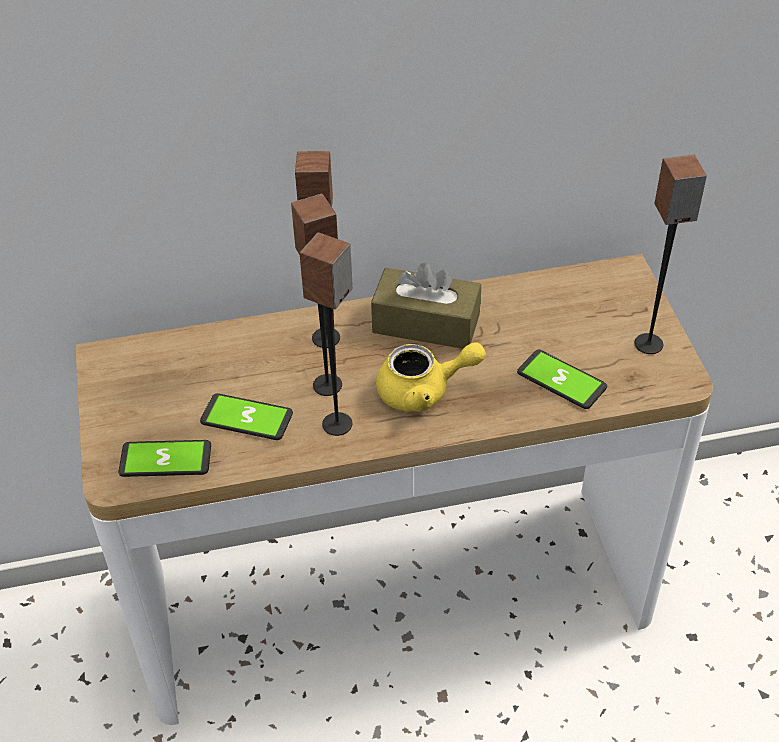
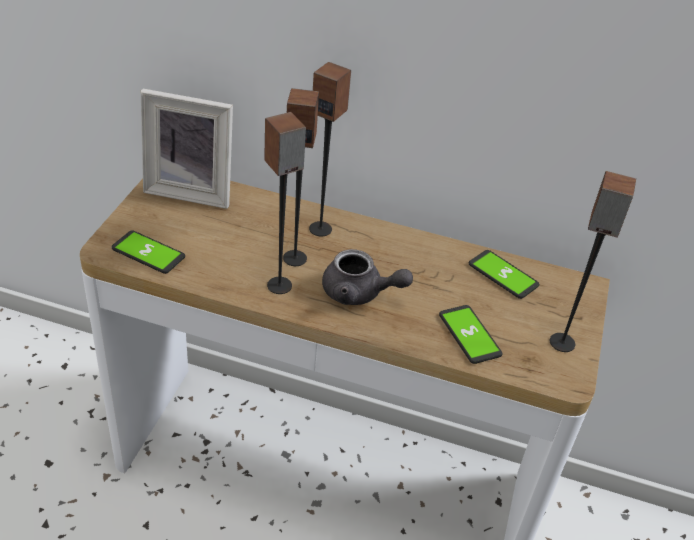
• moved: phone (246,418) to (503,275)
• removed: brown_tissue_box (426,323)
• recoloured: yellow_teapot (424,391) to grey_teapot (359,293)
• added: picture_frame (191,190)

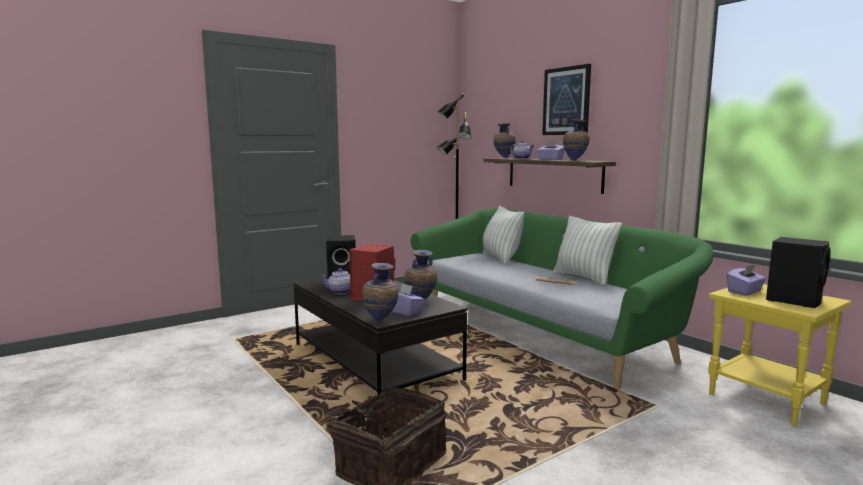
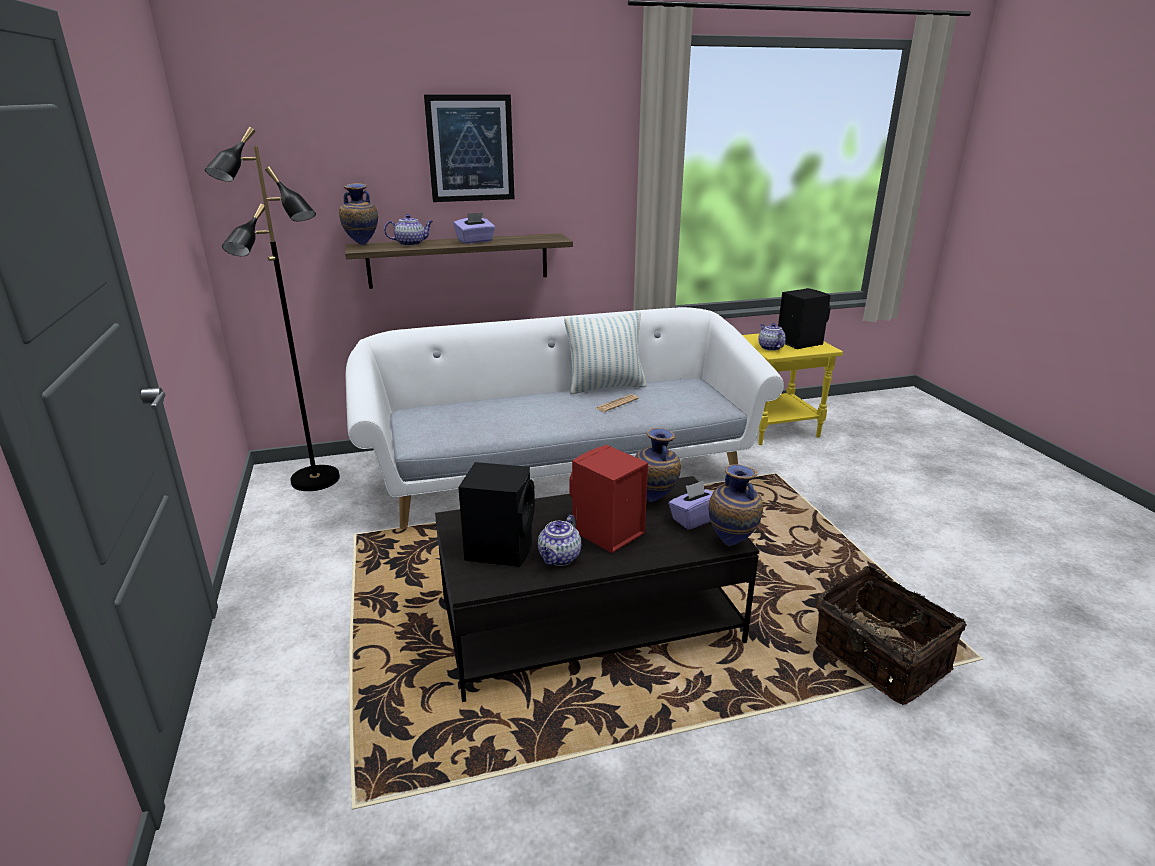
• recoloured: green_sofa (539,331) to white_sofa (563,472)
• removed: pillow (501,258)
• removed: vase (575,160)
• replaced: purple_tissue_box (744,292) to teapot (770,347)

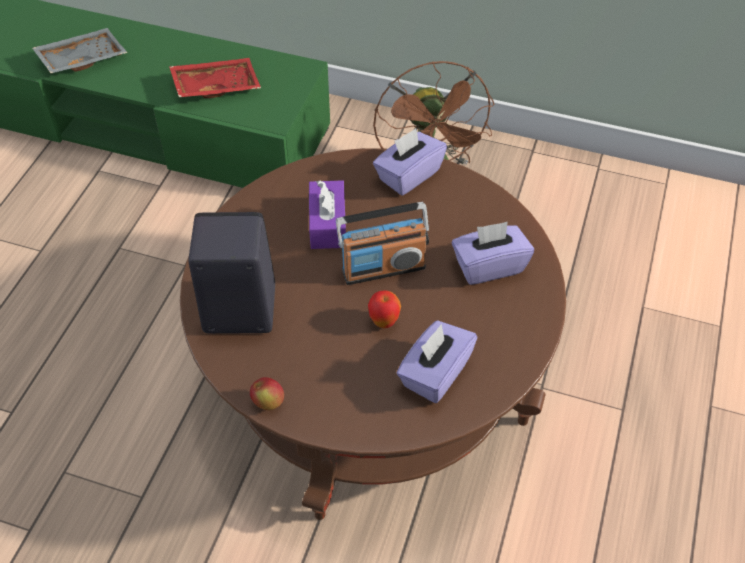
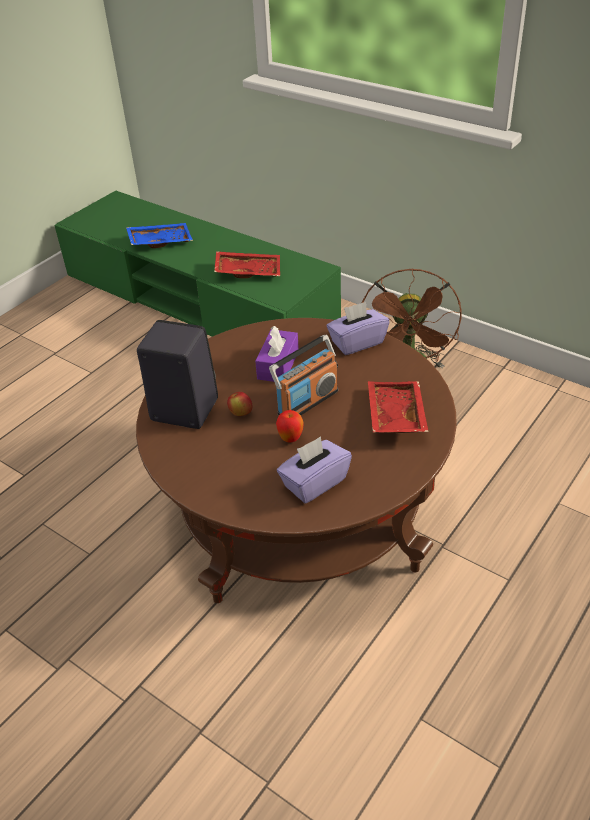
• recoloured: grey_tray (82,59) to blue_tray (160,241)
• moved: apple (268,402) to (240,413)
• turned: radio (383,268) = (307,402) 45 degrees counterclockwise
• replaced: purple_tissue_box (489,266) to red_tray (394,416)

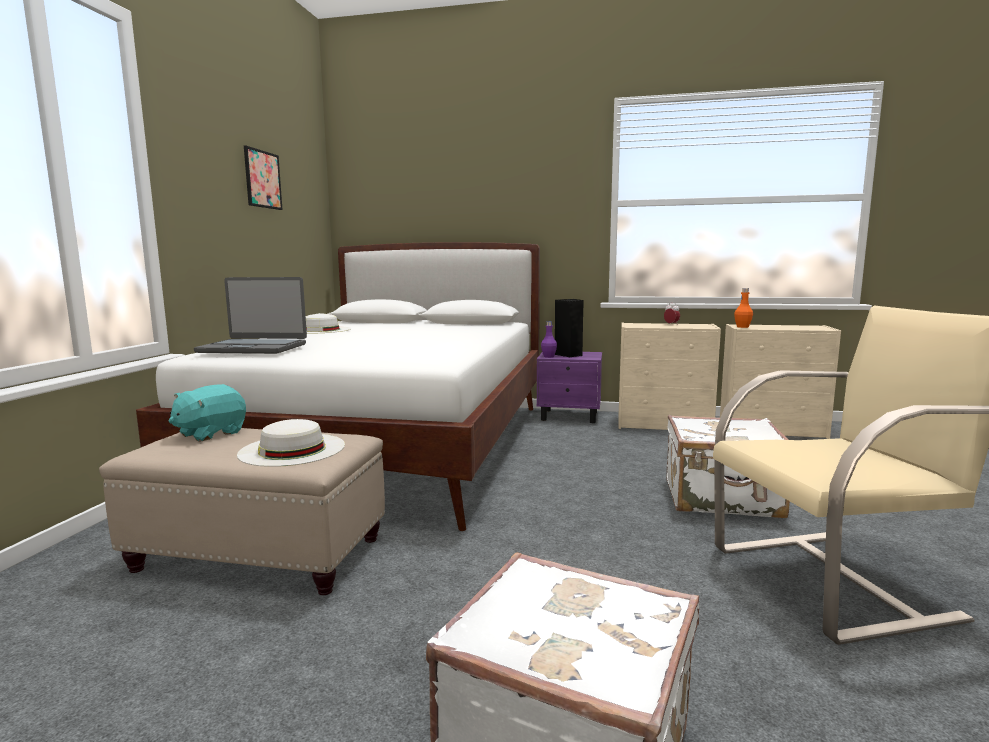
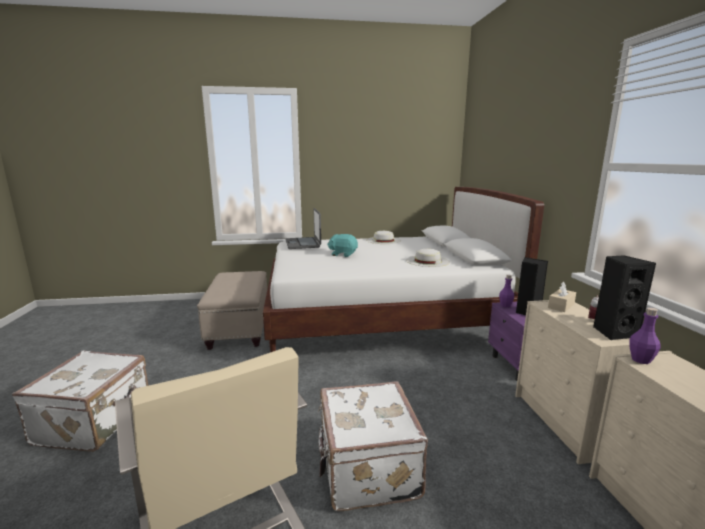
• moved: turquoise_plush_toy (210,433) to (343,254)
• moved: white_hat (292,449) to (427,261)
• removed: picture (262,179)
• recoloured: orange_bottle (742,327) to purple_bottle (640,360)
• added: beige_tissue_box (561,306)
• added: black_speaker (613,332)

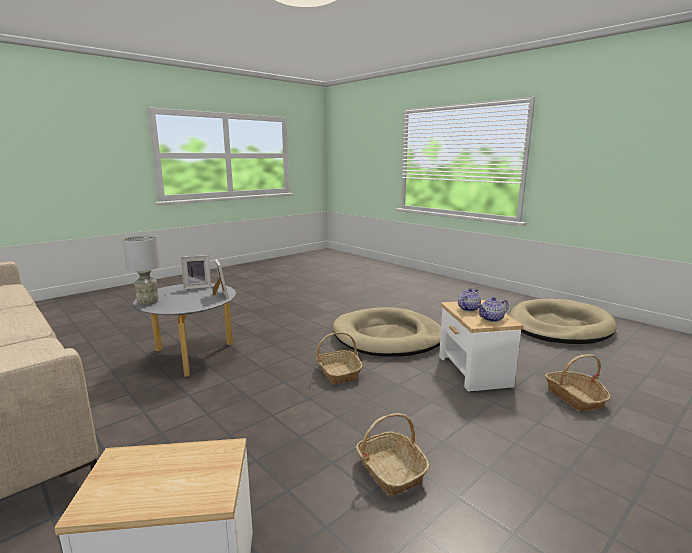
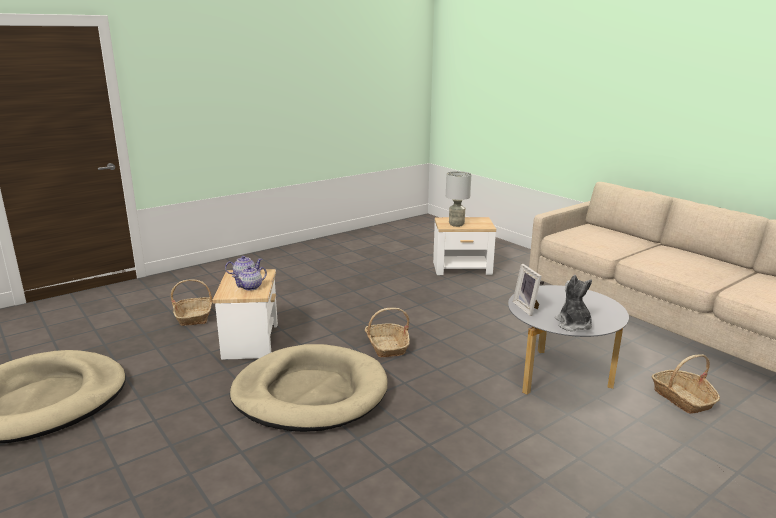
• moved: grey_table_lamp (148,302) to (456,224)
• replaced: picture_frame (197,286) to plush_toy (573,325)
• moved: basket (390,470) to (682,398)

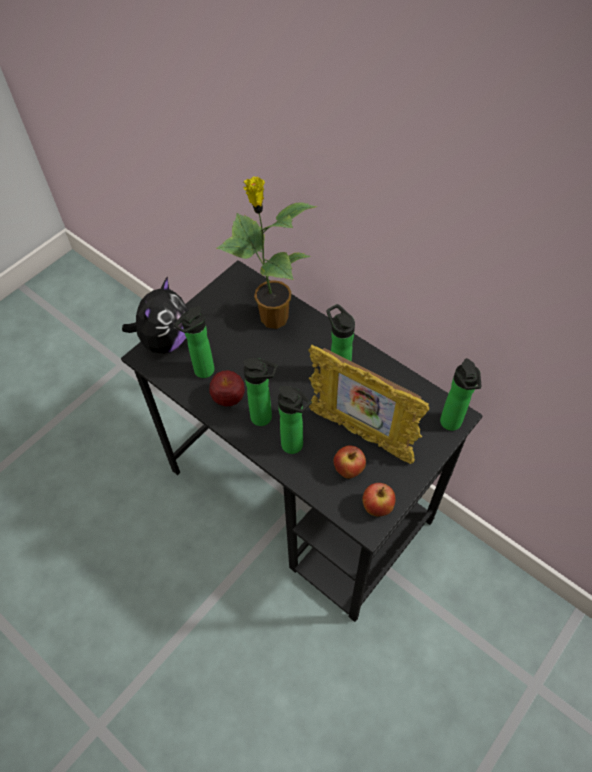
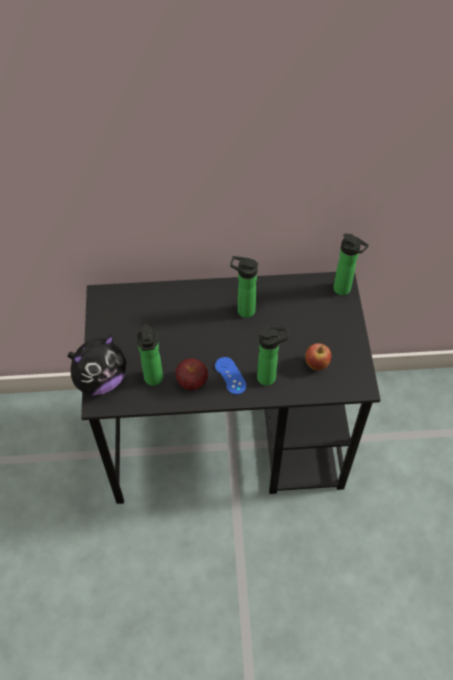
• turned: plush_toy (165,340) = (100,380) 75 degrees clockwise
• removed: potted_plant (272,317)
• replaced: bottle (264,418) to blue_game_controller (230,375)
• removed: picture_frame (360,434)
• removed: apple (377,507)

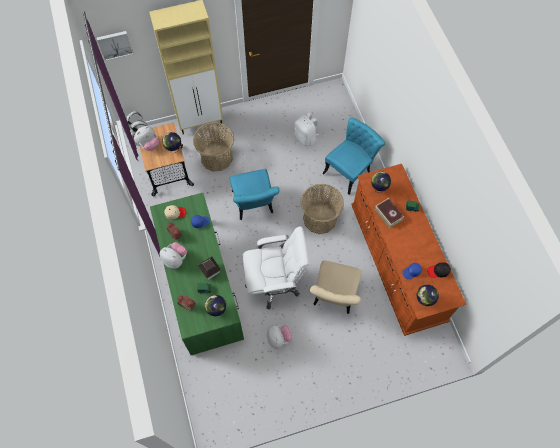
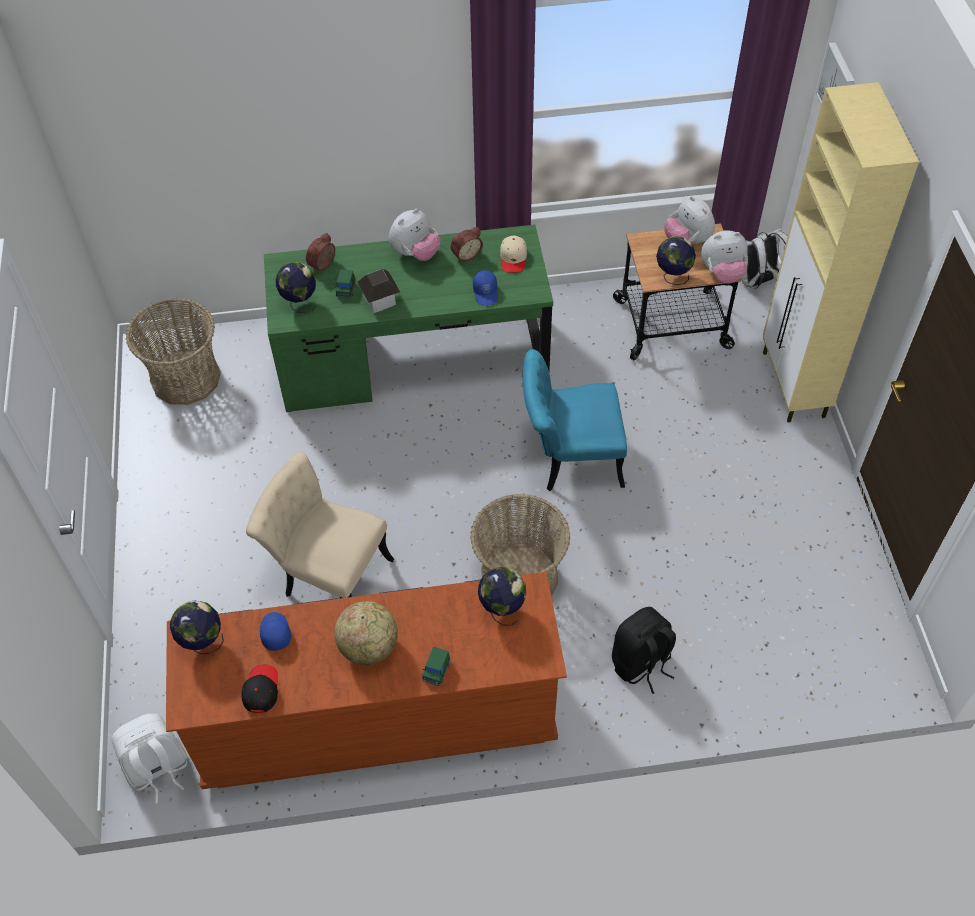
• moved: basket (216,157) to (185,377)
• removed: white_office_chair (274,282)
• moved: plush_toy (278,339) to (722,273)
• moved: white_backpack (306,138) to (157,769)
• replaced: turquoise_chair (350,170) to black_backpack (641,663)
• removed: book (388,214)
• added: globe (369,647)

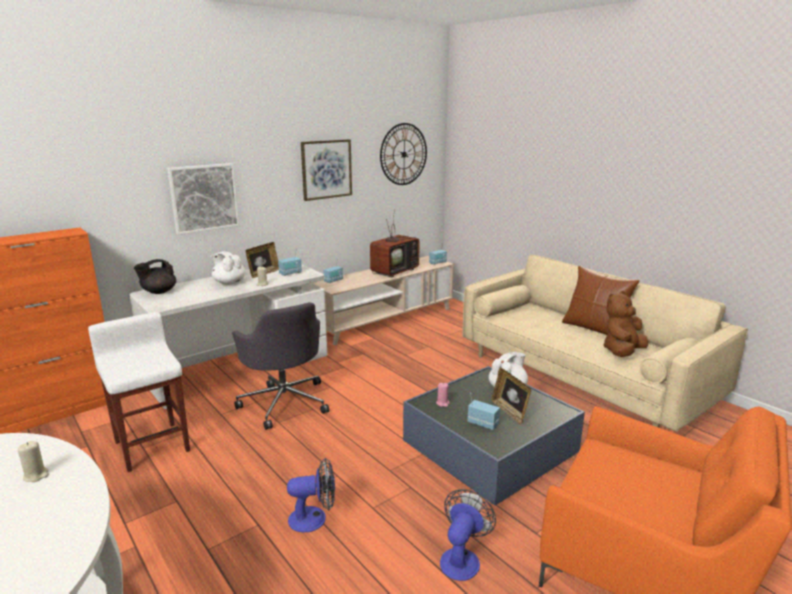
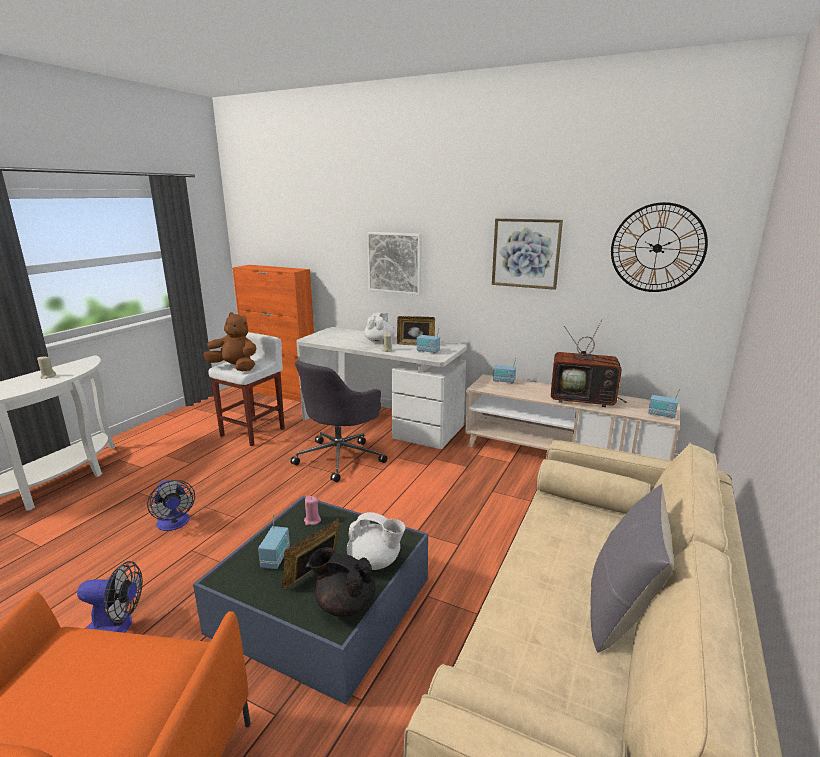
• moved: black_teapot (158,292) to (344,604)
• recoloured: brown_pillow (594,329) to grey_pillow (621,610)
• moved: brown_plush_toy (622,352) to (235,368)

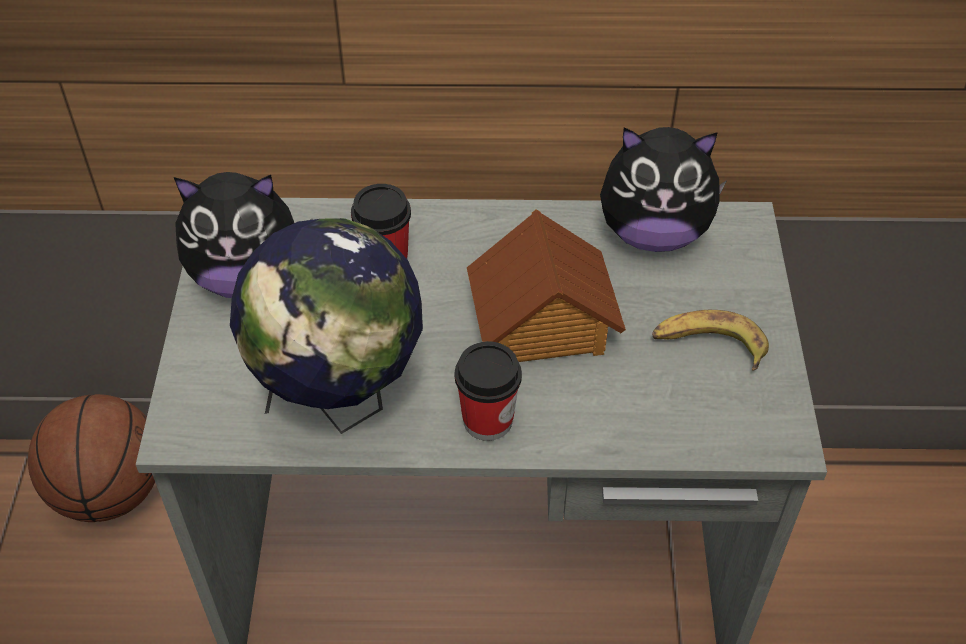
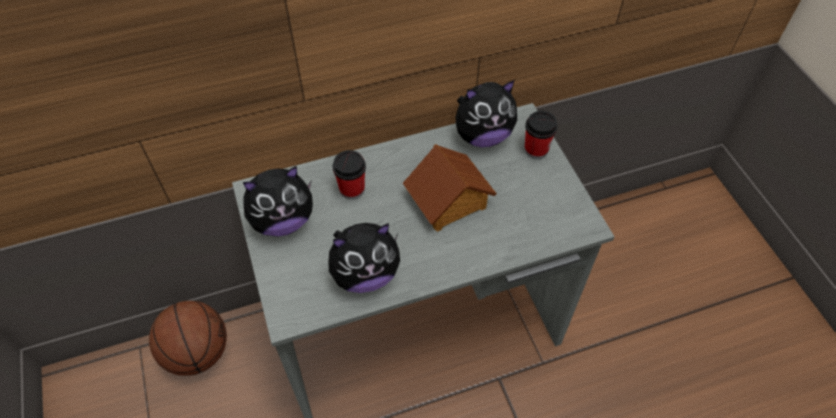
• replaced: globe (341,402) to plush_toy (365,274)
• moved: cup (487,420) to (536,150)
• removed: banana (708,345)

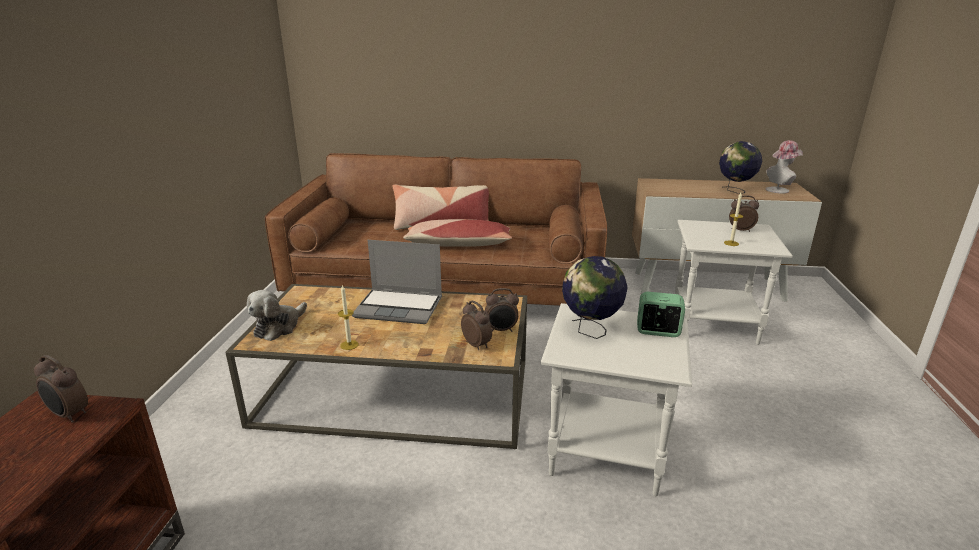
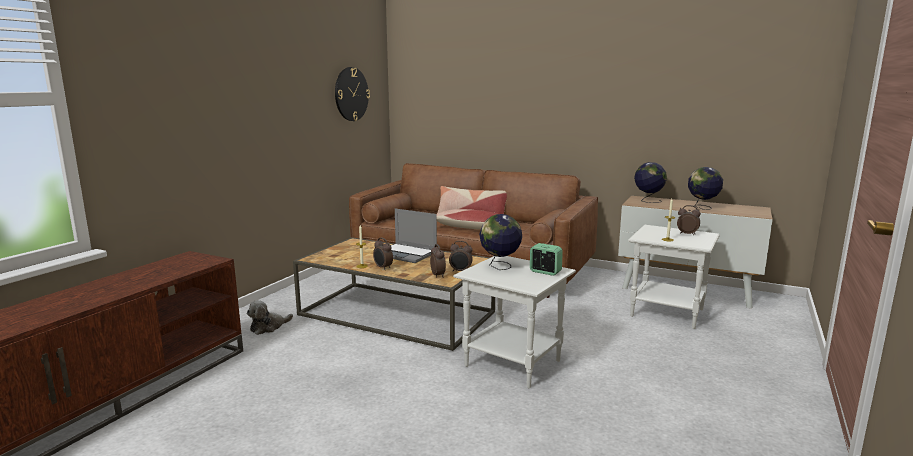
• moved: alarm_clock (69,415) to (383,268)
• moved: plush_toy (279,327) to (268,327)
• removed: hat (779,189)
• added: wall_clock (351,94)
• added: globe (648,201)

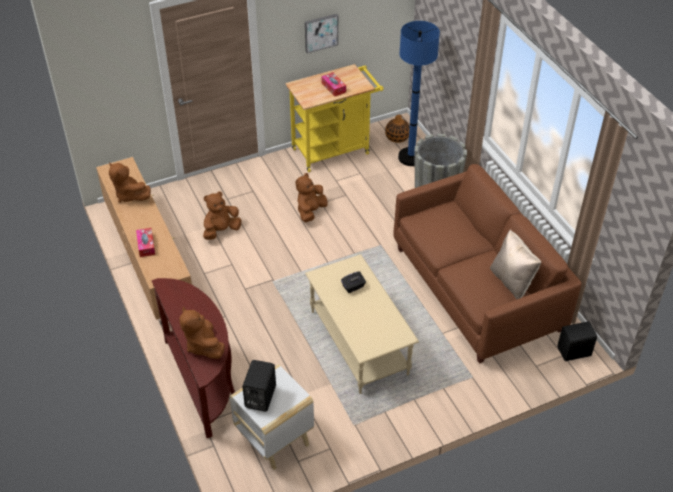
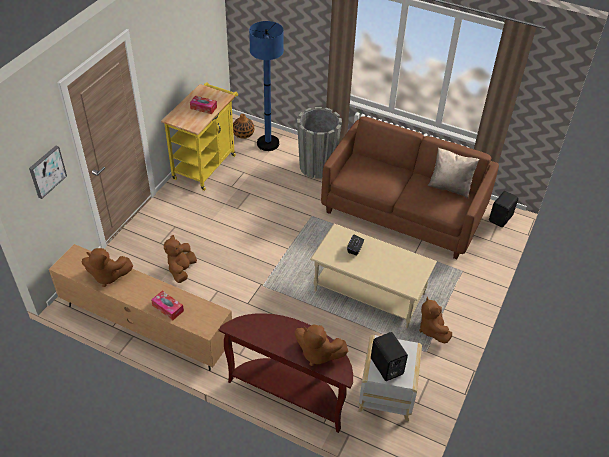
• moved: brown_plush_toy (310,211) to (432,329)
• moved: picture (321,32) to (47,171)

